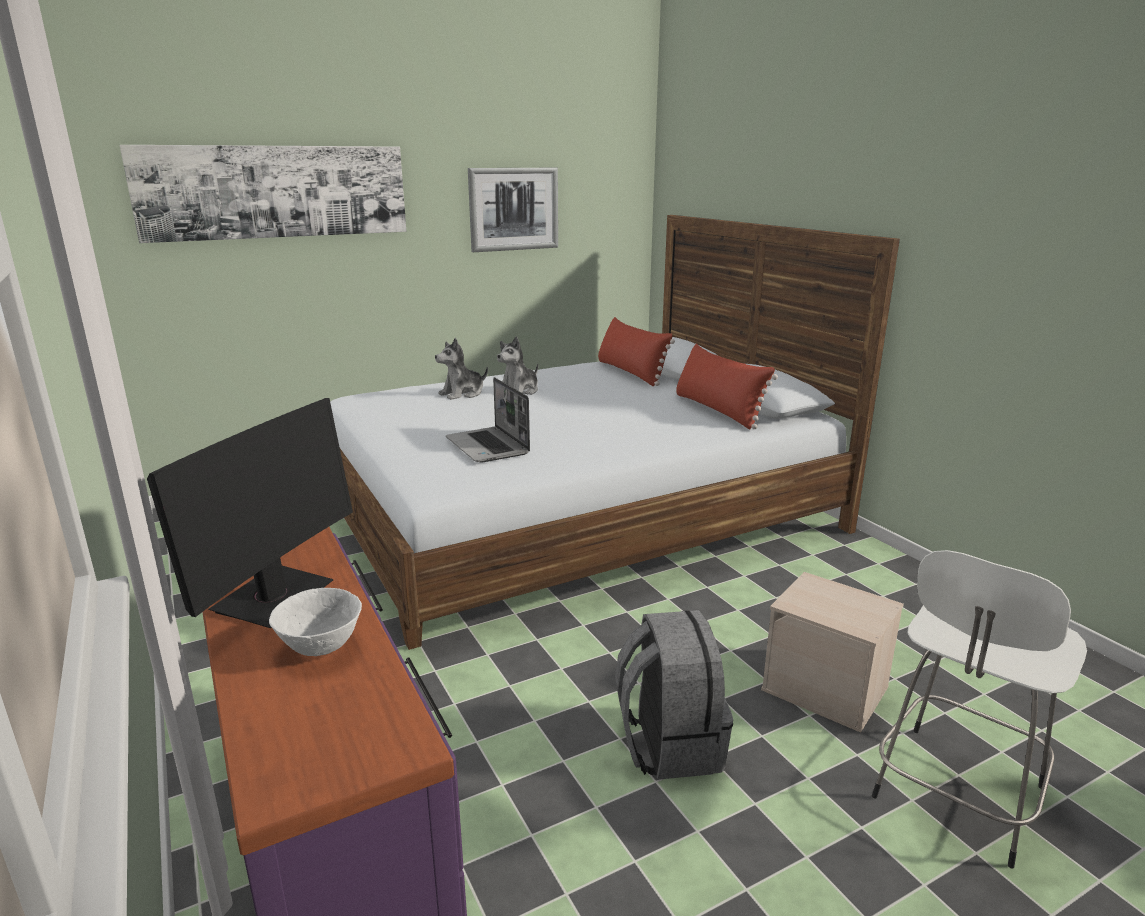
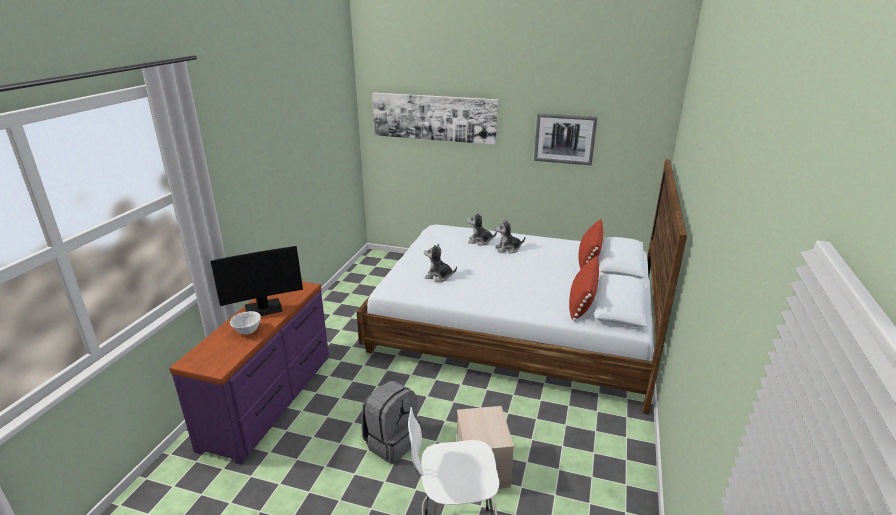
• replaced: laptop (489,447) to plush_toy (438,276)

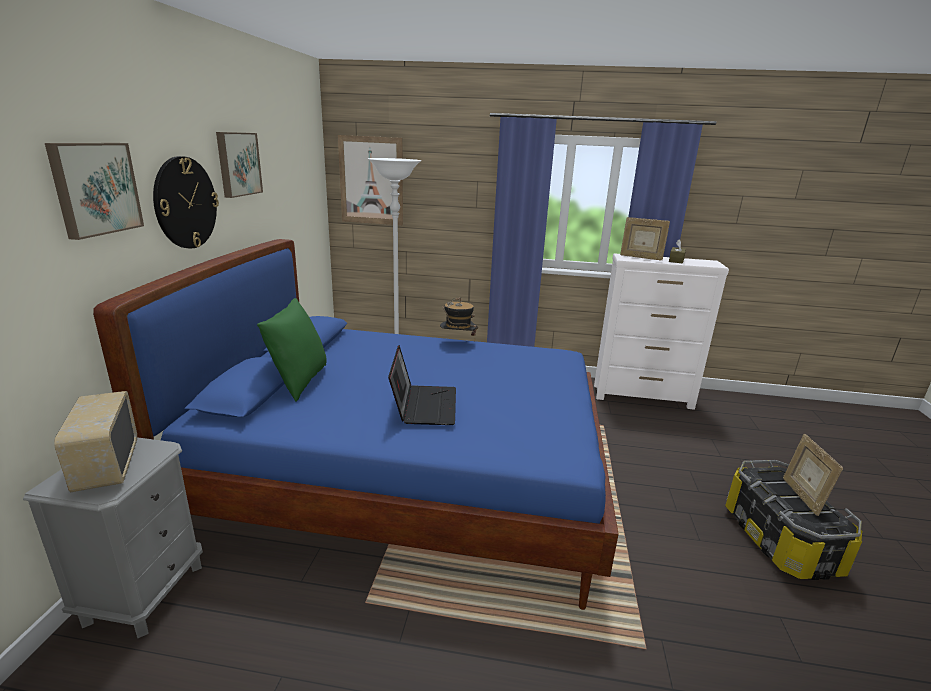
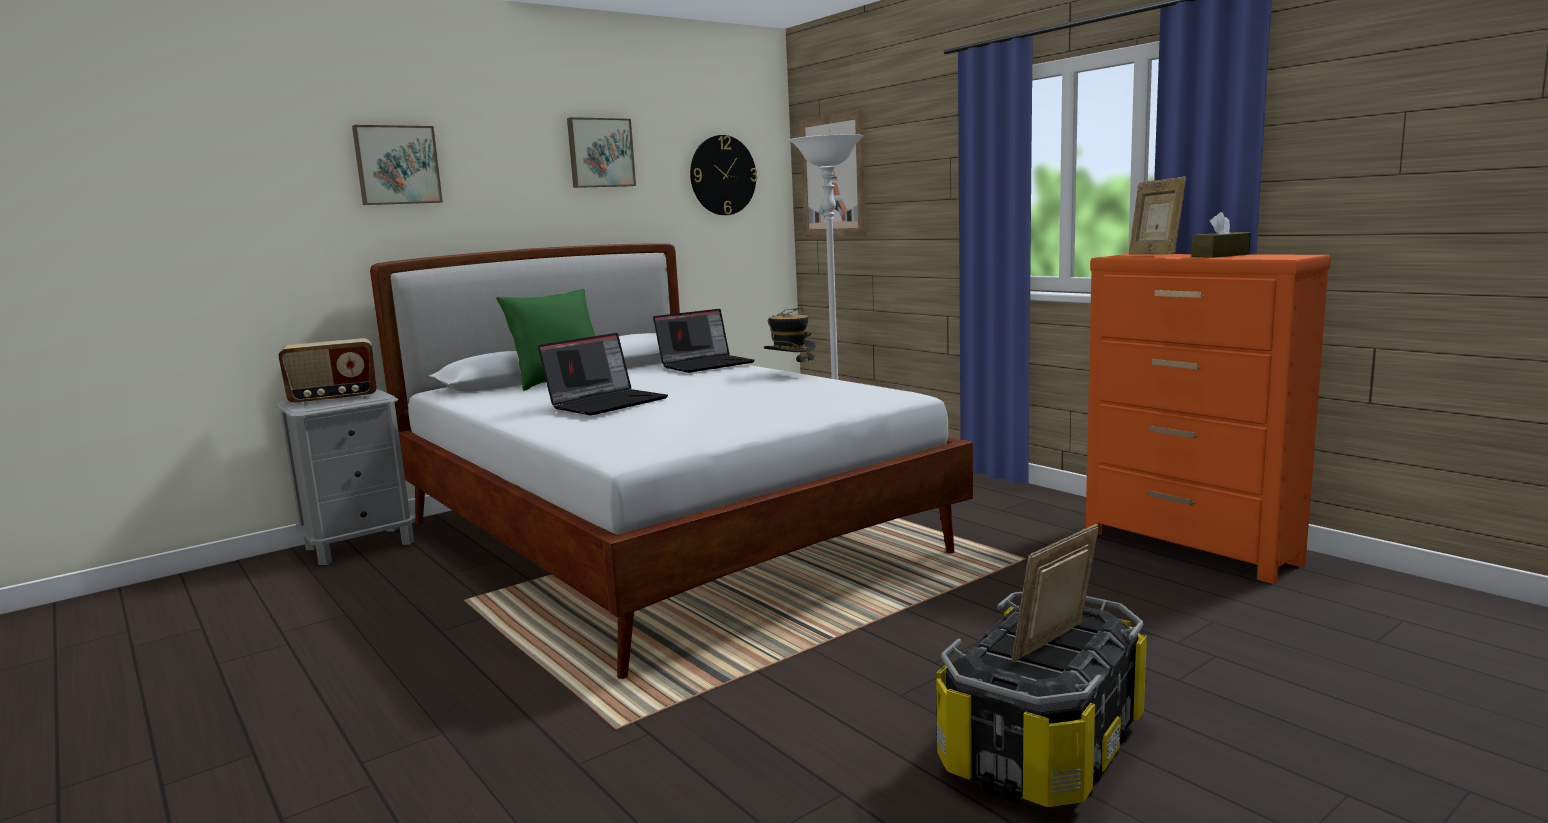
• turned: radio (106,467) = (334,399) 135 degrees counterclockwise
• recoloured: blue_bed (406,477) to white_bed (663,538)
• moved: wall_clock (185,203) to (723,175)
• recoloured: white_dresser (643,397) to orange_dresser (1190,548)
• added: laptop (706,364)

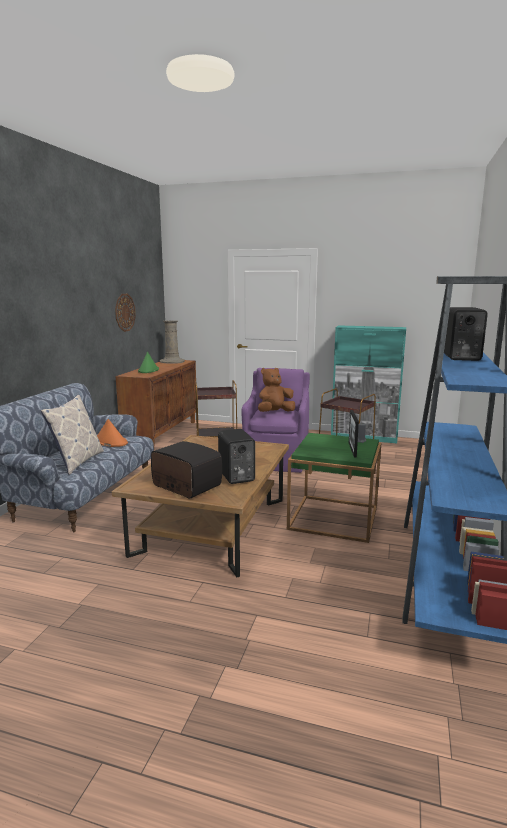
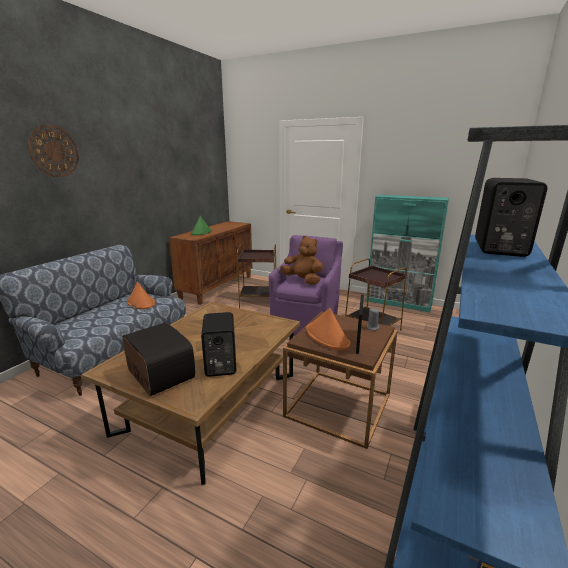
• removed: pillow (77,462)
• moved: wall_clock (125,312) to (54,151)
• removed: beige_vase (172,361)
• turned: brown_plush_toy (275,412) = (303,280) 60 degrees clockwise
• recoloured: green_side_table (333,517) to brown_side_table (338,405)
• added: orange_hat (327,337)

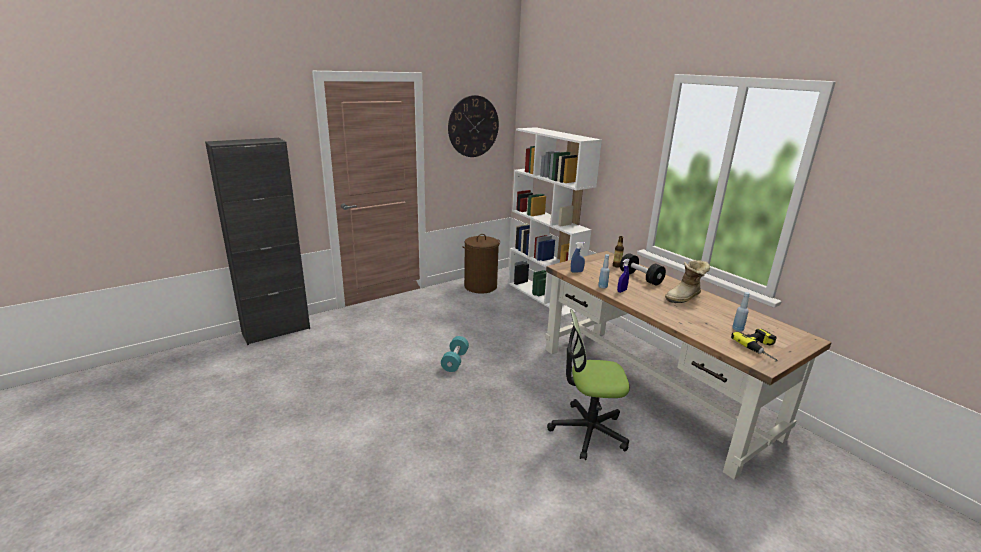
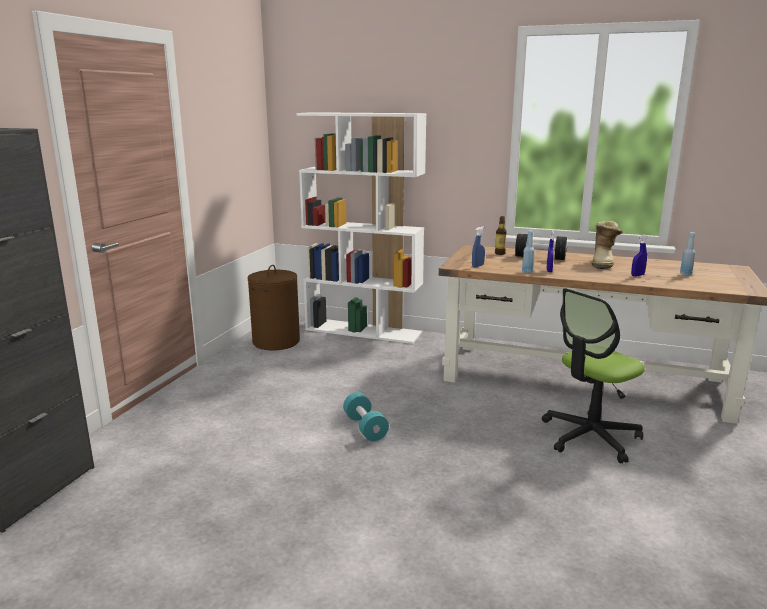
• removed: wall_clock (473,126)
• removed: power_drill (762,348)
• added: blue_spray_bottle (637,275)

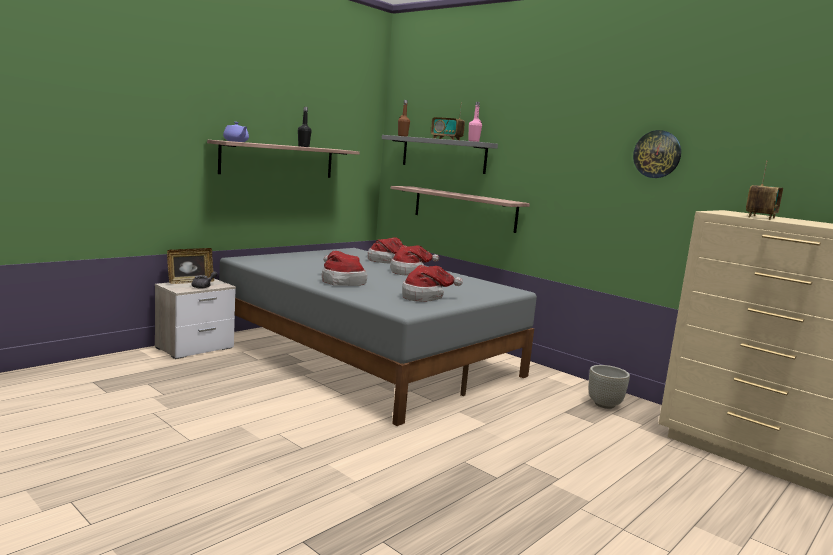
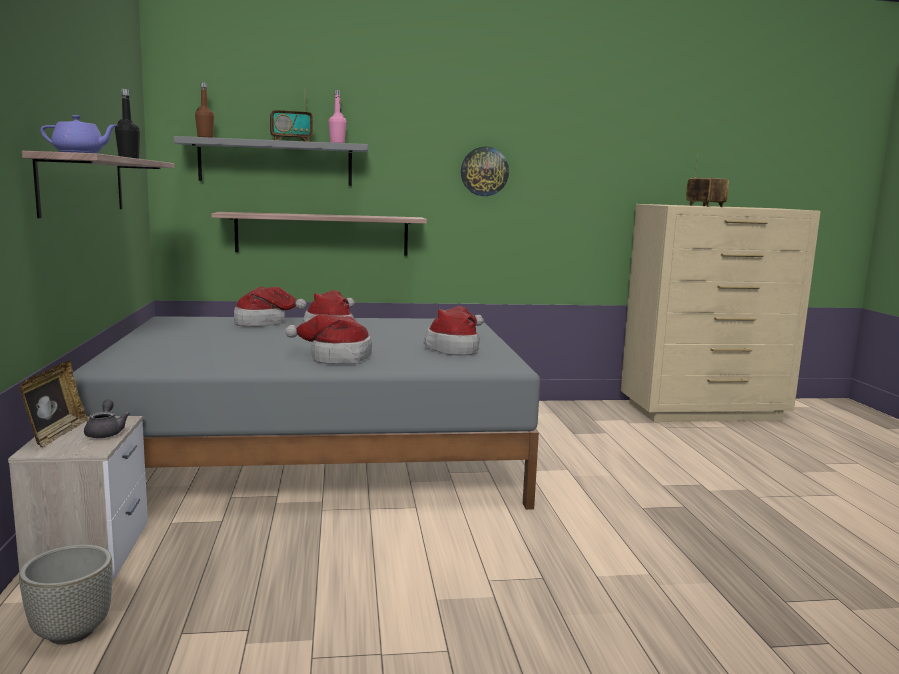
• moved: grey_planter (604,404) to (71,632)
• moved: wall_clock (657,154) to (484,171)

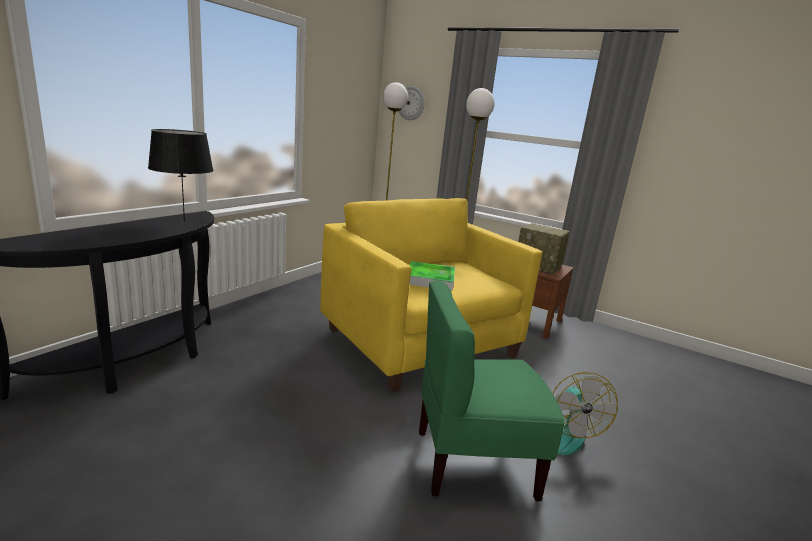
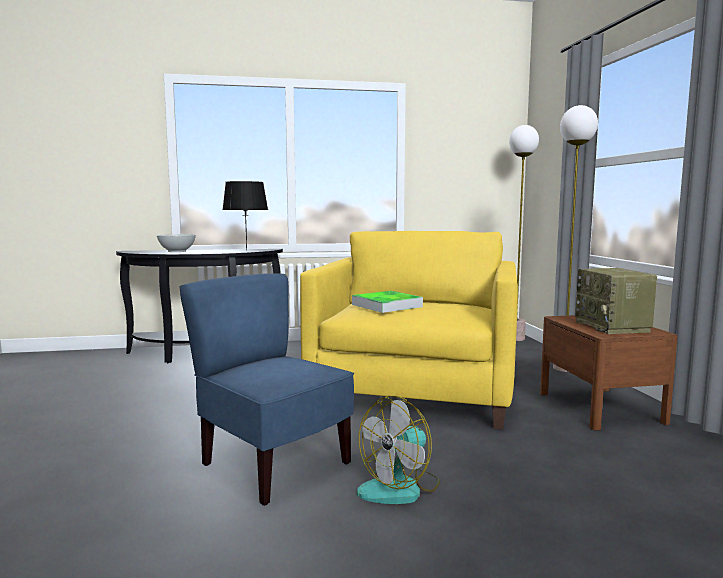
• removed: wall_clock (411,103)
• recoloured: green_chair (473,462) to blue_chair (273,465)
• added: white_bowl (177,251)

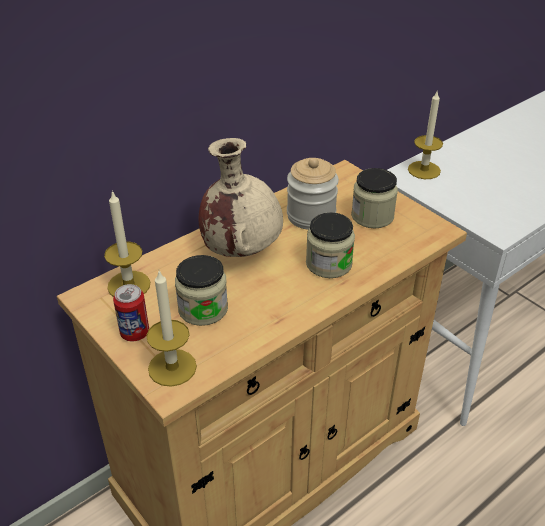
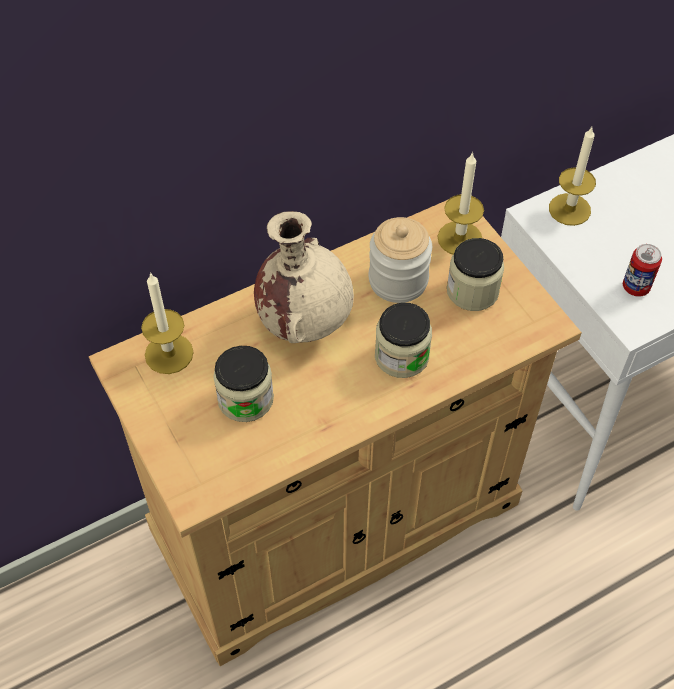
• moved: can (135,333) to (636,287)
• moved: candle (172,367) to (459,238)

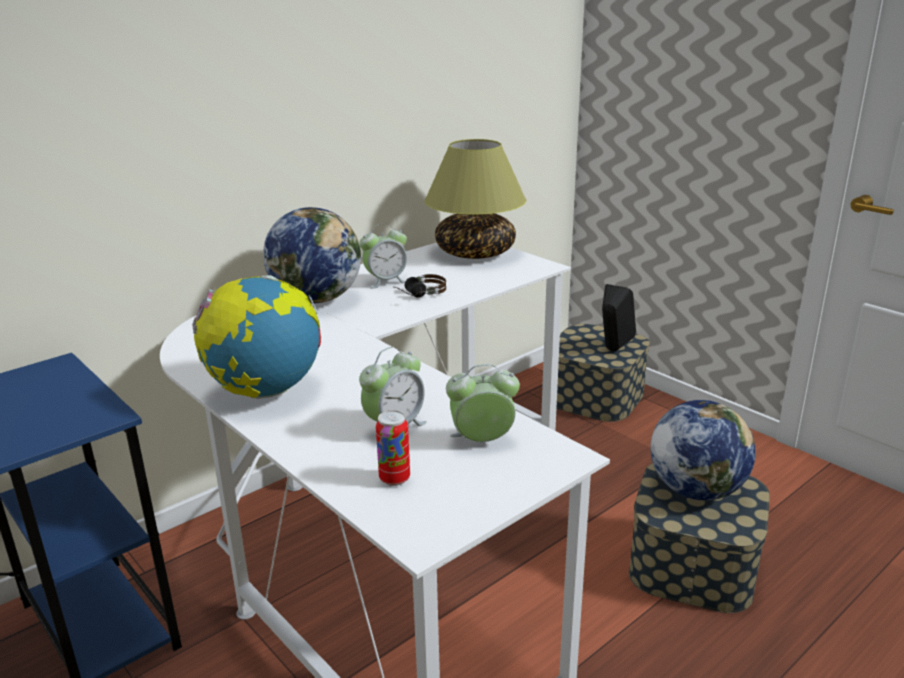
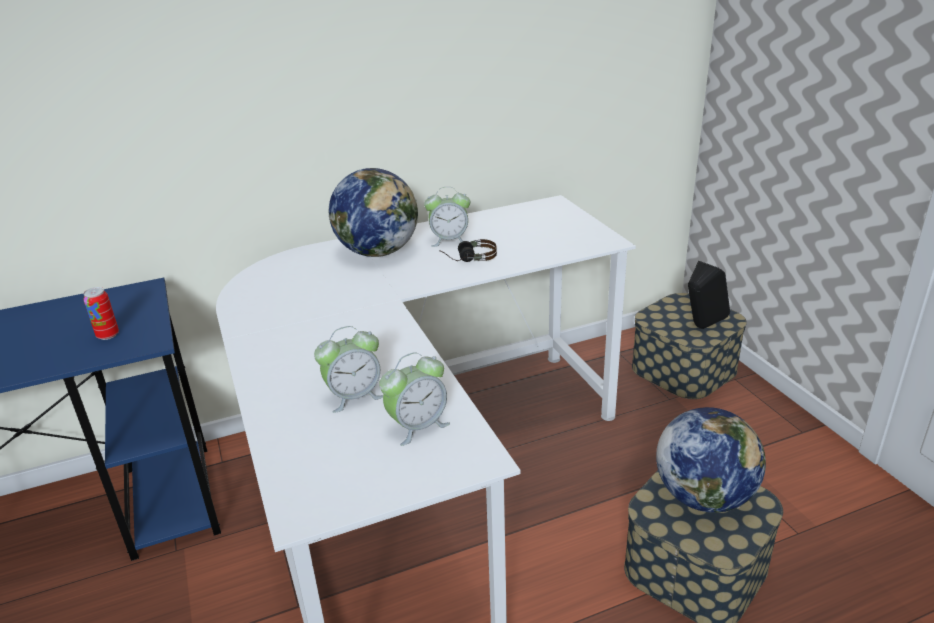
• removed: globe (266,391)
• moved: can (394,479) to (108,335)
• removed: table_lamp (476,252)
• turned: alarm_clock (482,441) = (417,426) 135 degrees clockwise

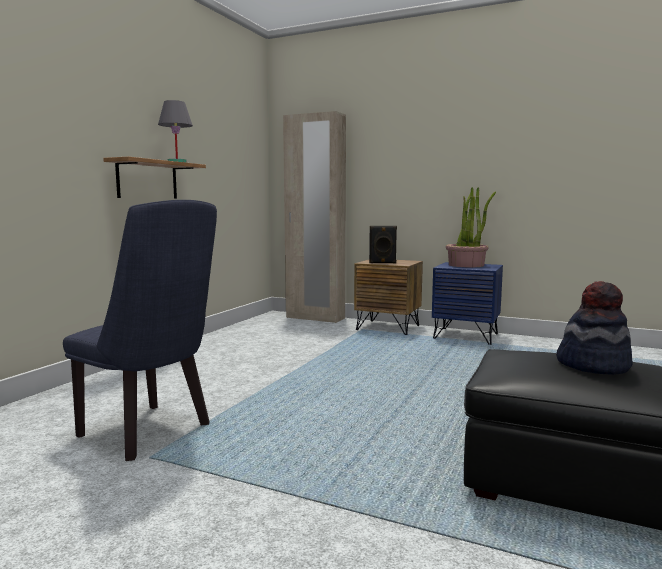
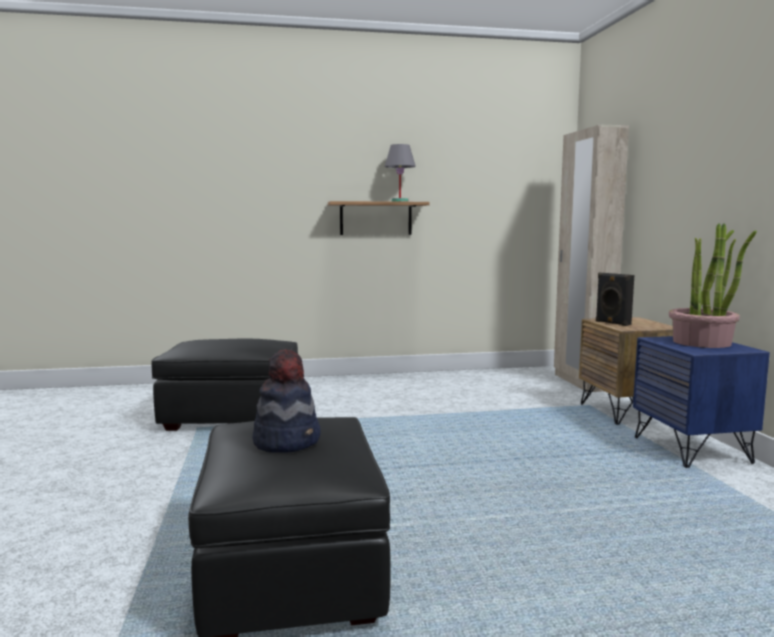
• replaced: blue_chair (151,433) to black_ottoman (231,418)

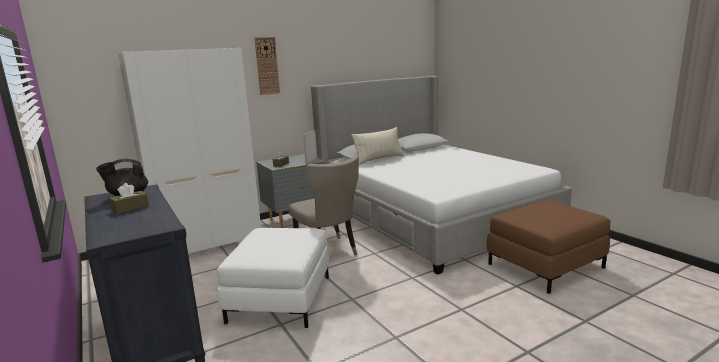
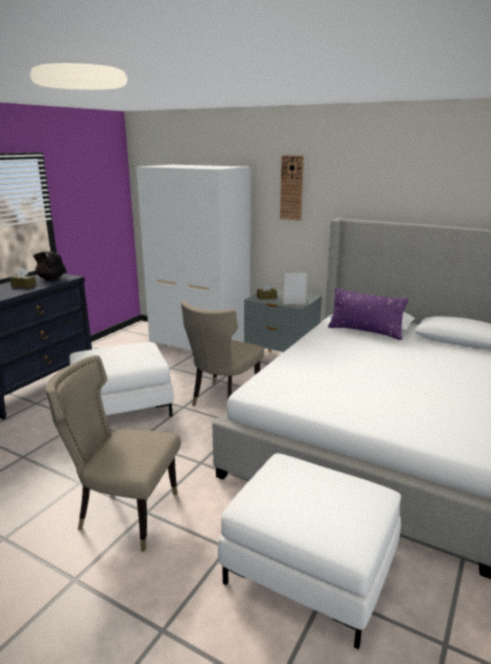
• recoloured: beige_pillow (379,159) to purple_pillow (365,332)
• recoloured: brown_ottoman (545,265) to white_ottoman (310,569)
• added: beige_chair (124,513)

